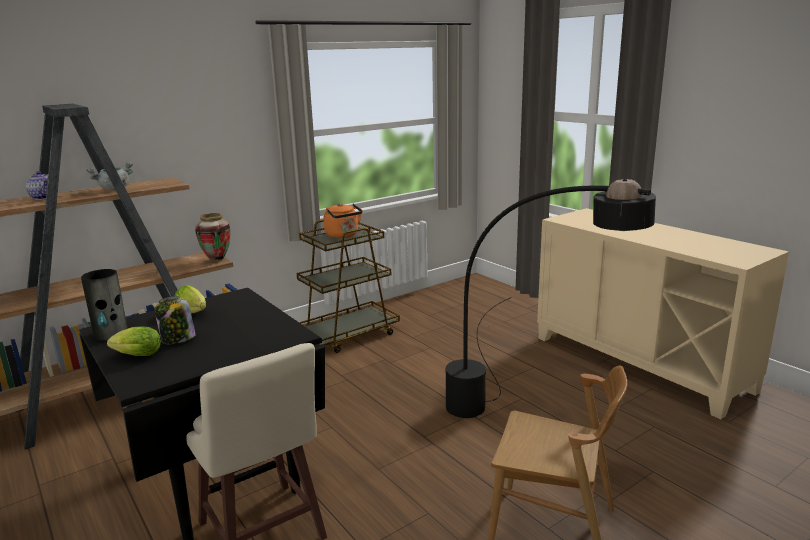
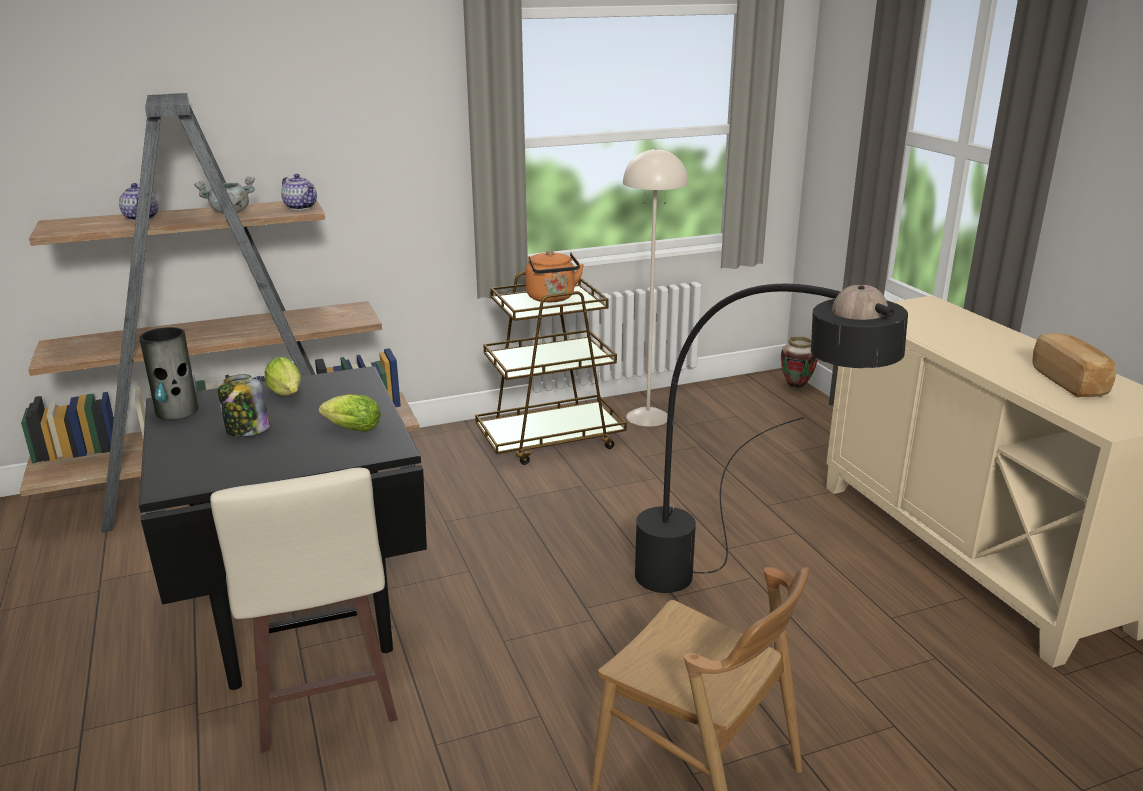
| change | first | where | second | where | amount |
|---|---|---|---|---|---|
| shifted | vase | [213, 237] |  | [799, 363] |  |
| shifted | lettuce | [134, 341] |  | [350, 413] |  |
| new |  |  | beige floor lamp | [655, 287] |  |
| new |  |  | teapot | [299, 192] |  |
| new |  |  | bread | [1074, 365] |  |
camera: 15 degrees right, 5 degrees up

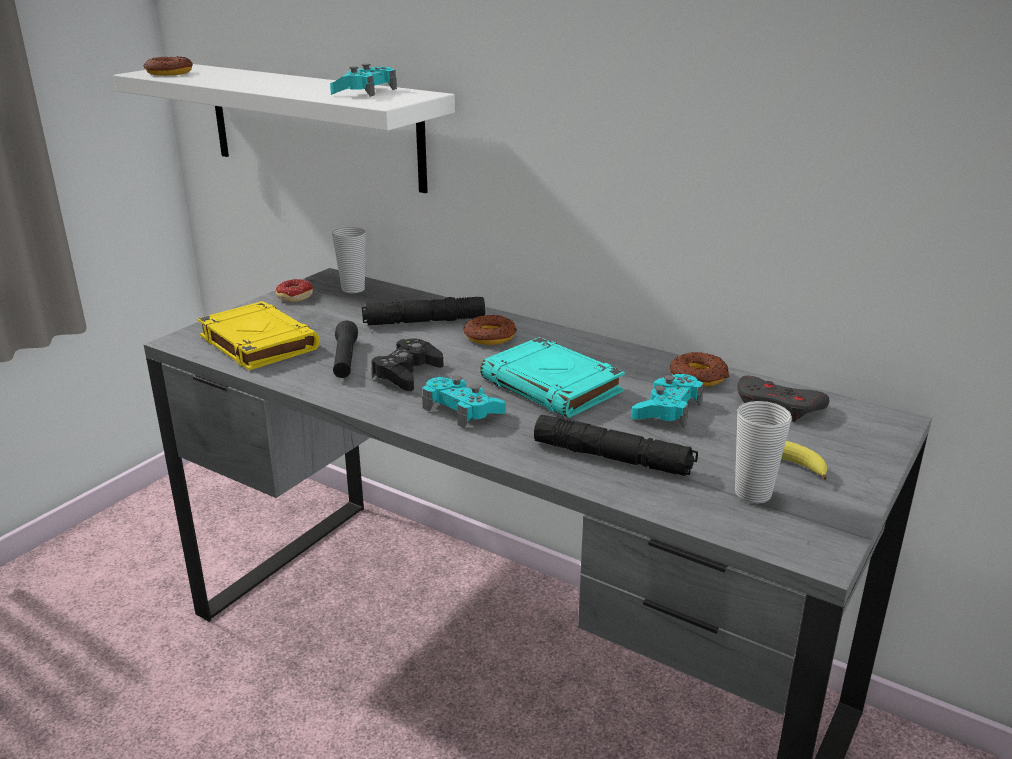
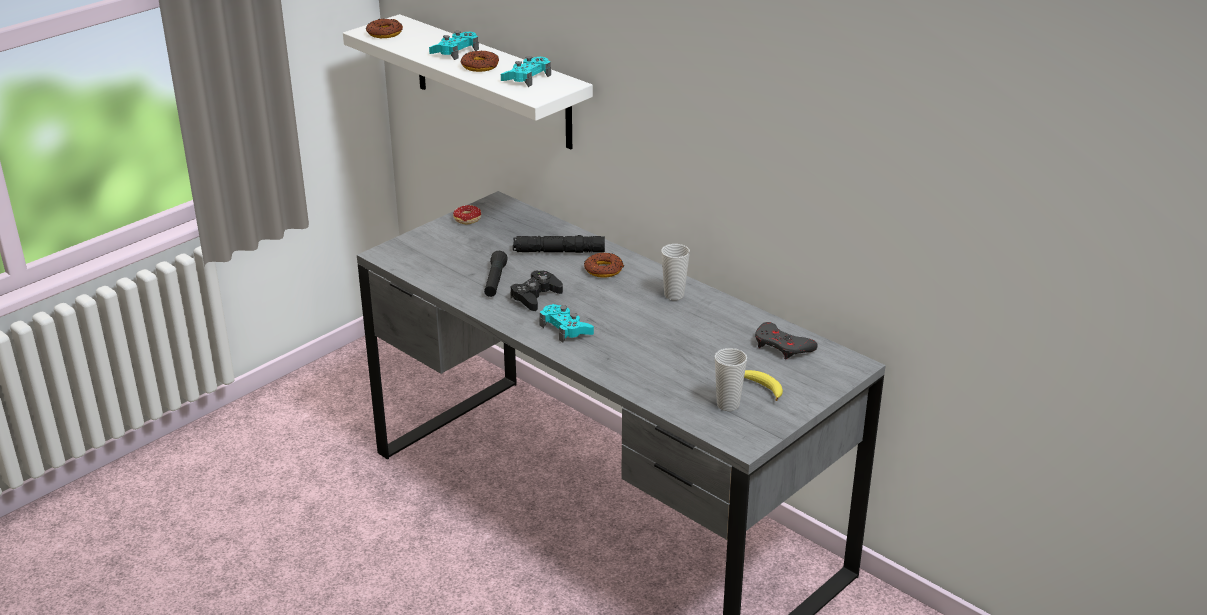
| change | first | where | second | where | amount |
|---|---|---|---|---|---|
| shifted | cup | [349, 260] |  | [675, 272] |  |
| gone | yellow book | [258, 335] |  |  |  |
| gone | turquoise book | [552, 377] |  |  |  |
| shifted | donut | [699, 369] |  | [479, 61] |  |
| shifted | turquoise game controller | [667, 401] |  | [454, 45] |  |
| gone | black flashlight | [616, 445] |  |  |  |
camera: 10 degrees right, 5 degrees up

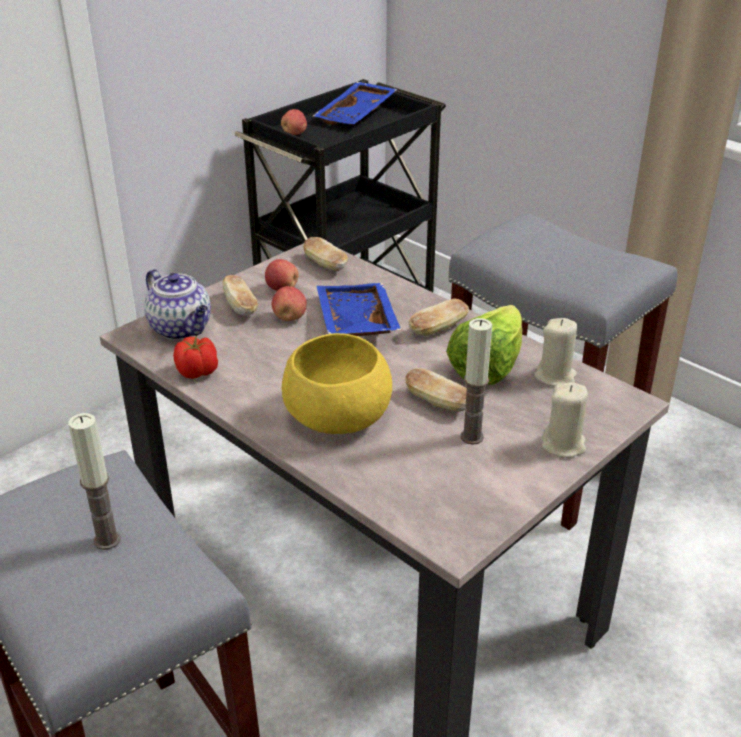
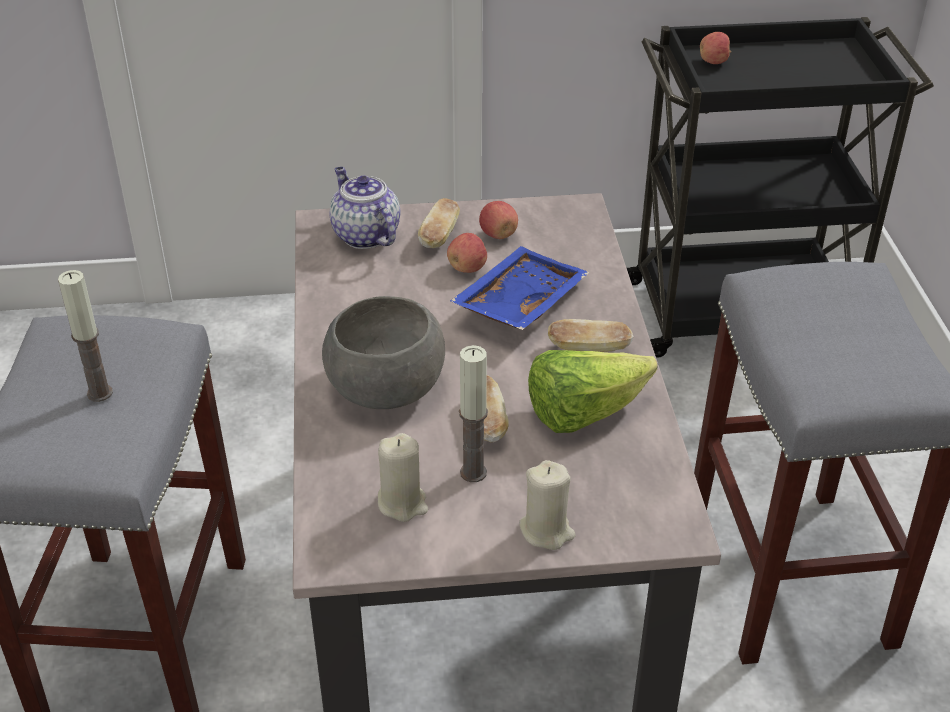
| change | first | where | second | where | amount |
|---|---|---|---|---|---|
| gone | blue tray | [355, 103] |  |  |  |
| gone | bread | [325, 254] |  |  |  |
| rotated | teapot | [177, 304] |  | [365, 208] | 150 degrees clockwise |
| shifted | beige candle | [555, 352] |  | [403, 477] |  |
| repainted | yellow bowl | [337, 383] | grey bowl | [383, 352] |  |
| gone | tomato | [195, 357] |  |  |  |
camera: 40 degrees right, 5 degrees up

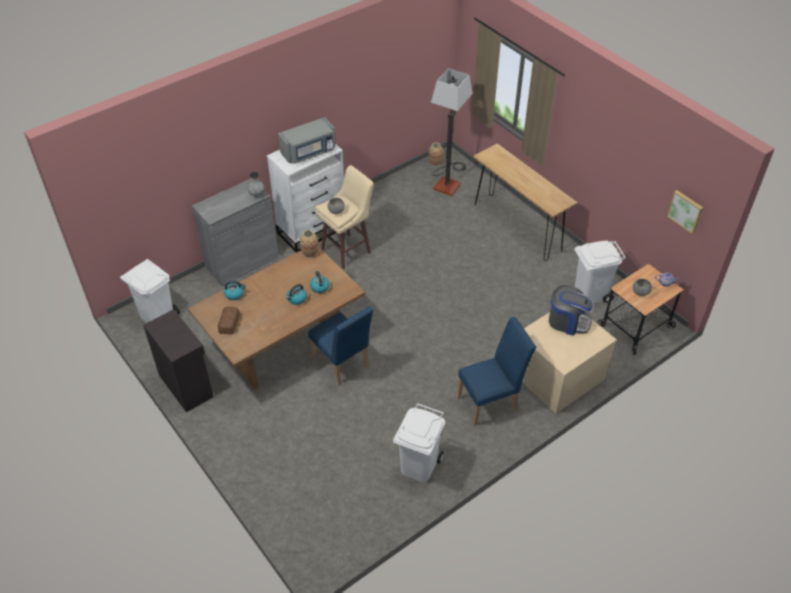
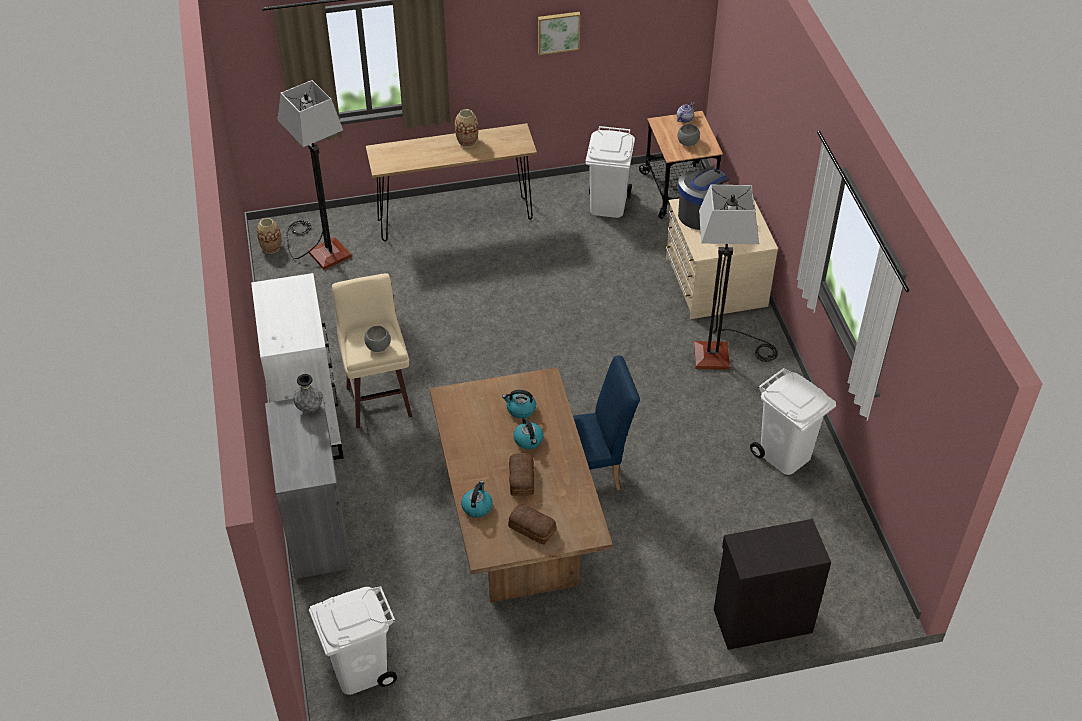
| change | first | where | second | where | amount |
|---|---|---|---|---|---|
| gone | grey microwave | [307, 140] |  |  |  |
| shifted | picture | [685, 212] |  | [559, 33] |  |
| shifted | vase | [309, 244] |  | [467, 128] |  |
| shifted | black cabinet | [178, 360] |  | [772, 584] |  |
| swapped | blue chair | [496, 371] | floor lamp | [736, 277] |  |
| new |  |  | bread | [521, 474] |  |
camera: 65 degrees left, 0 degrees up

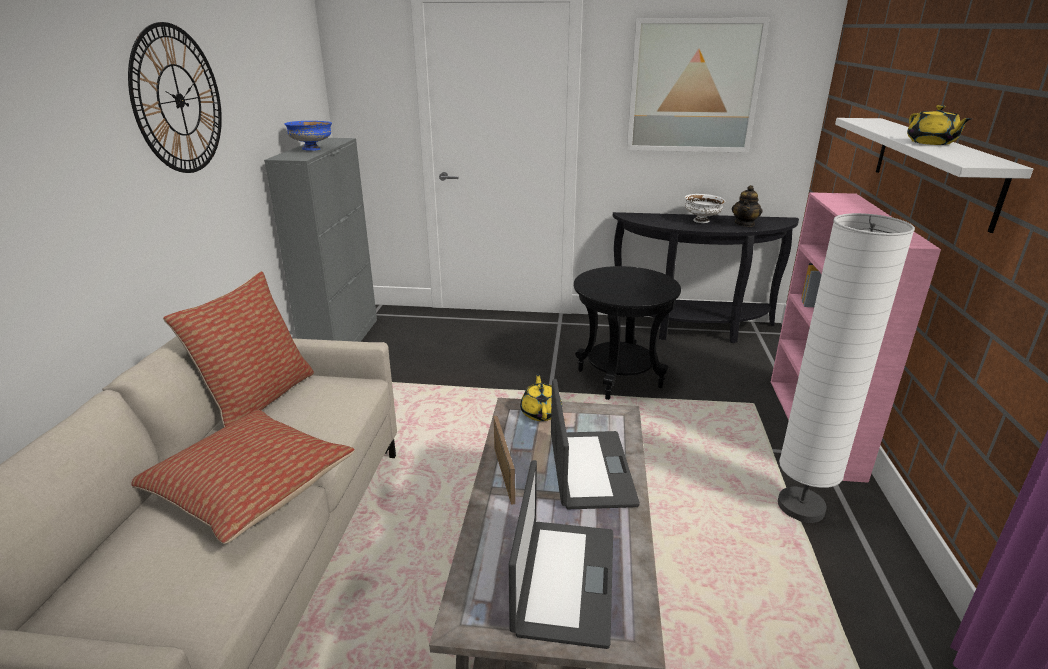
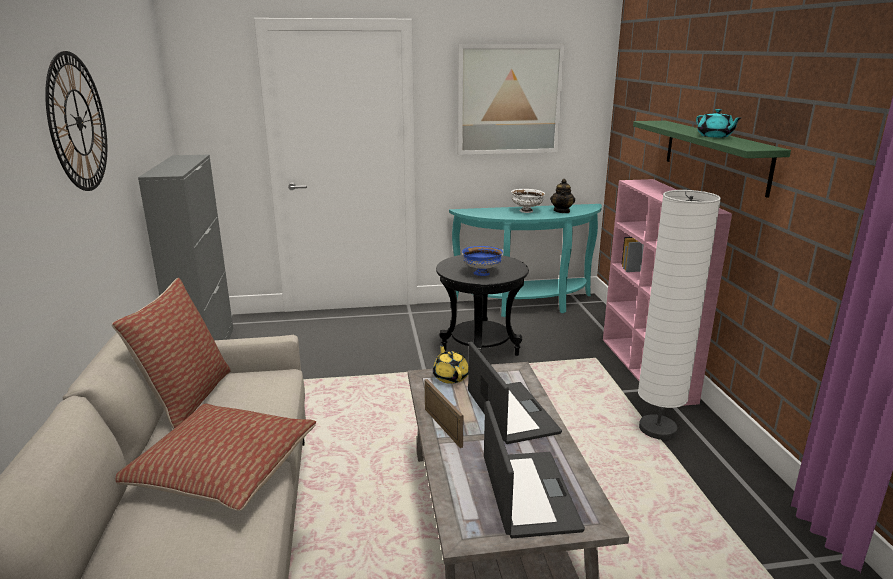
| change | first | where | second | where | amount |
|---|---|---|---|---|---|
| repainted | yellow teapot | [939, 125] | turquoise teapot | [718, 123] |  |
| repainted | white shelf | [934, 175] | green shelf | [712, 159] |  |
| shifted | blue bowl | [308, 136] |  | [482, 261] |  |
| repainted | black console table | [706, 277] | turquoise console table | [525, 260] |  |
camera: 15 degrees left, 5 degrees down

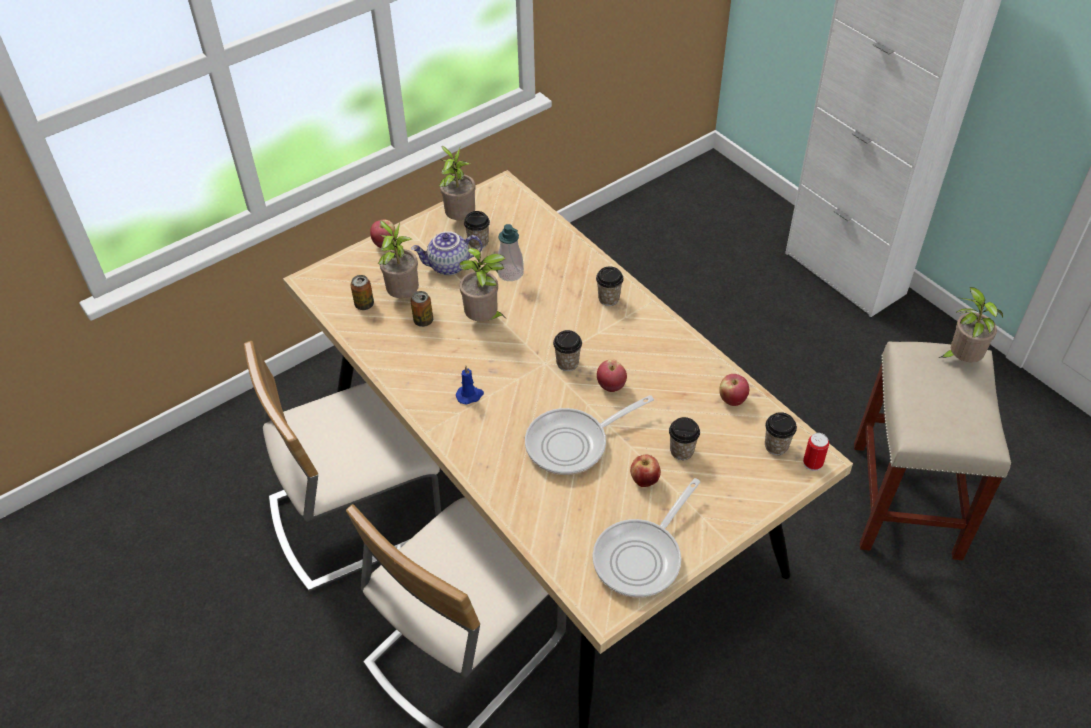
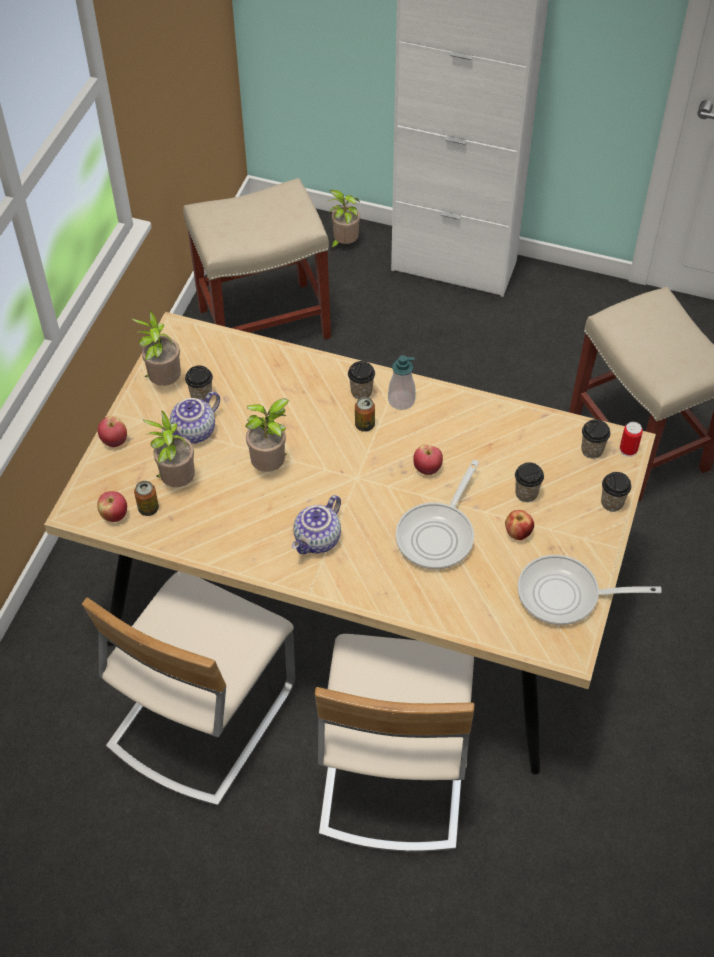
| change | first | where | second | where | amount |
|---|---|---|---|---|---|
| shifted | soap dispenser | [510, 252] |  | [402, 382] |  |
| shifted | potted plant | [971, 325] |  | [344, 219] |  |
| shifted | can | [421, 309] |  | [365, 414] |  |
| shifted | cup | [567, 350] |  | [616, 492] |  |
| swapped | blue candle | [470, 385] | teapot | [316, 524] |  |
| shifted | apple | [734, 390] |  | [112, 506] |  |
| rotated | frying pan | [646, 538] |  | [590, 590] | 90 degrees clockwise |
| new |  |  | beige stool | [257, 259] |  |
camera: 35 degrees left, 5 degrees up

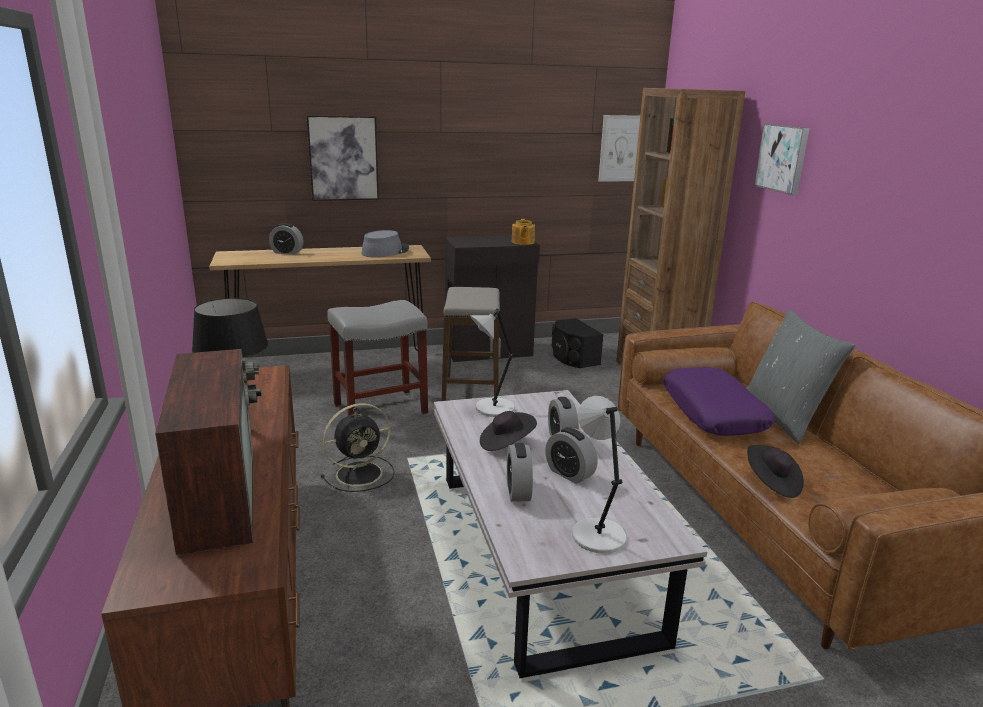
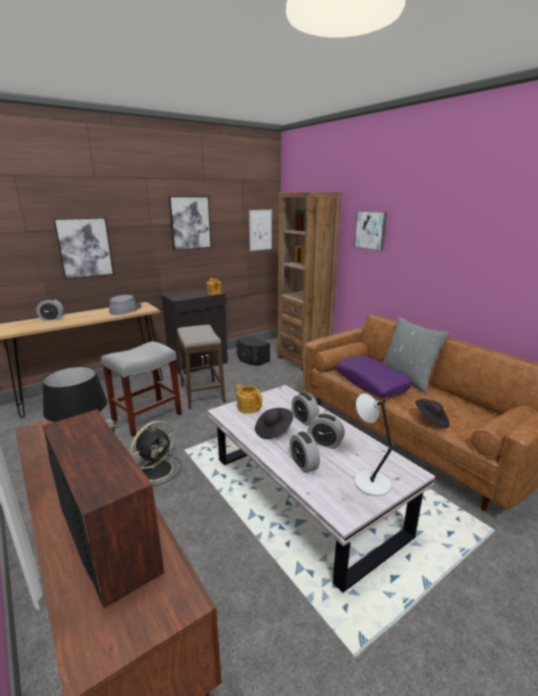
| change | first | where | second | where | amount |
|---|---|---|---|---|---|
| swapped | grey table lamp | [492, 362] | teapot | [248, 399] |  |
| new |  |  | picture | [190, 223] |  |
camera: 20 degrees left, 0 degrees up

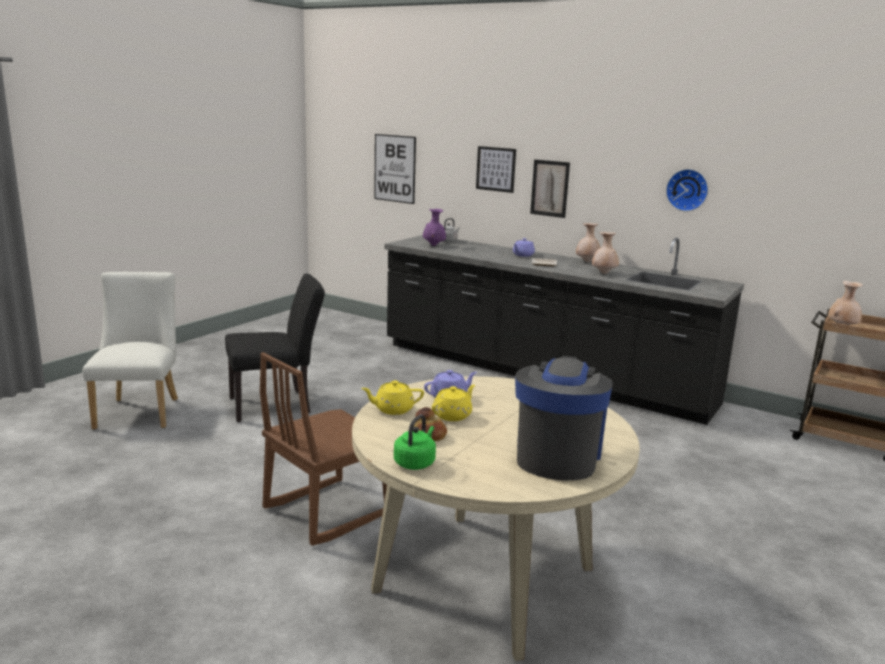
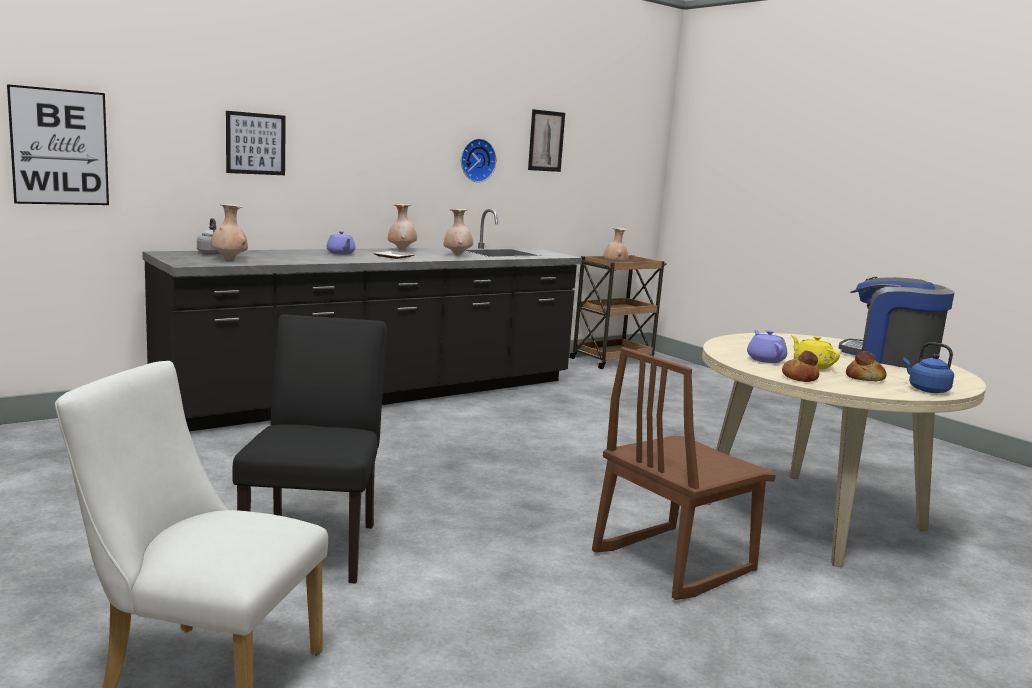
| change | first | where | second | where | amount |
|---|---|---|---|---|---|
| shifted | picture | [550, 189] |  | [546, 140] |  |
| repainted | purple vase | [434, 227] | beige vase | [229, 232] |  |
| rotated | brown chair | [323, 449] |  | [684, 473] | 75 degrees clockwise |
| swapped | yellow teapot | [392, 397] | bread | [800, 366] |  |
| repainted | green kettle | [415, 442] | blue kettle | [928, 367] |  |
camera: 70 degrees left, 5 degrees down

